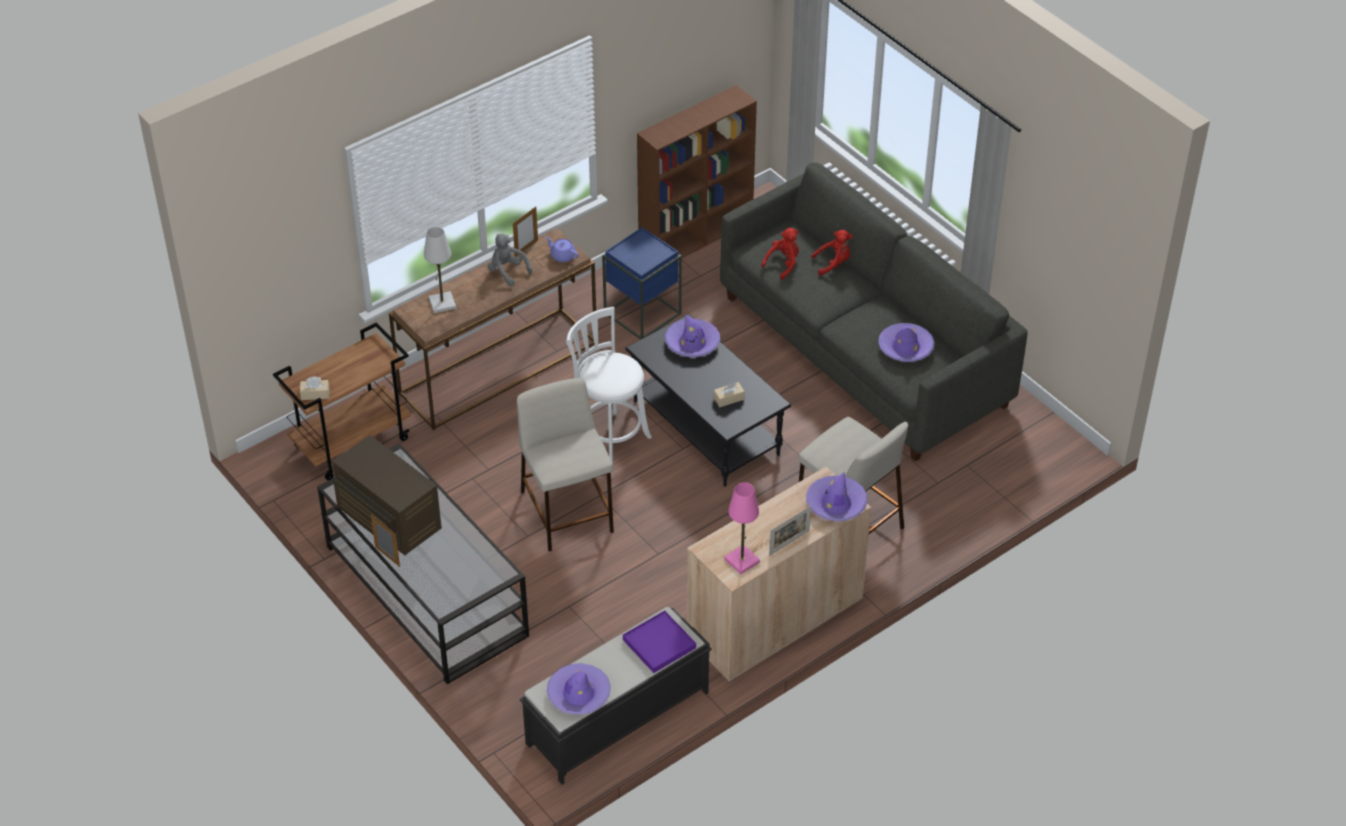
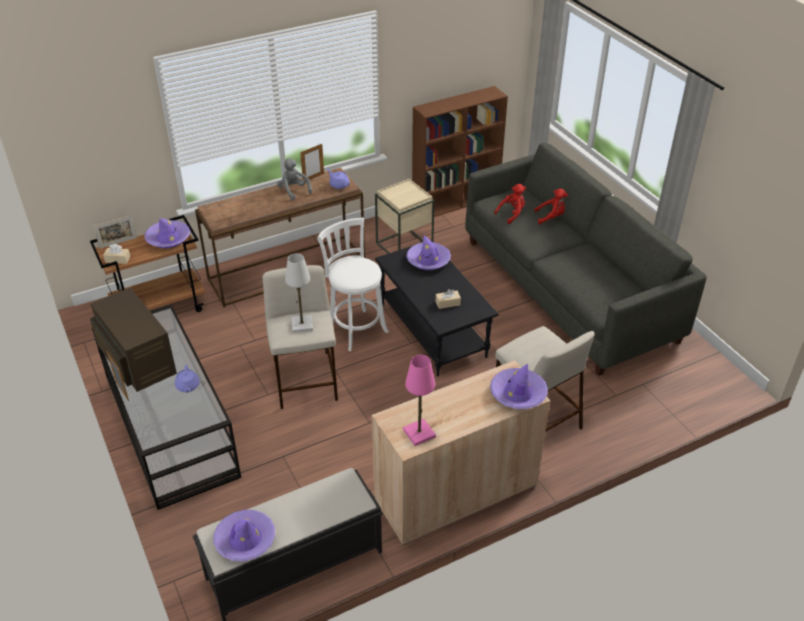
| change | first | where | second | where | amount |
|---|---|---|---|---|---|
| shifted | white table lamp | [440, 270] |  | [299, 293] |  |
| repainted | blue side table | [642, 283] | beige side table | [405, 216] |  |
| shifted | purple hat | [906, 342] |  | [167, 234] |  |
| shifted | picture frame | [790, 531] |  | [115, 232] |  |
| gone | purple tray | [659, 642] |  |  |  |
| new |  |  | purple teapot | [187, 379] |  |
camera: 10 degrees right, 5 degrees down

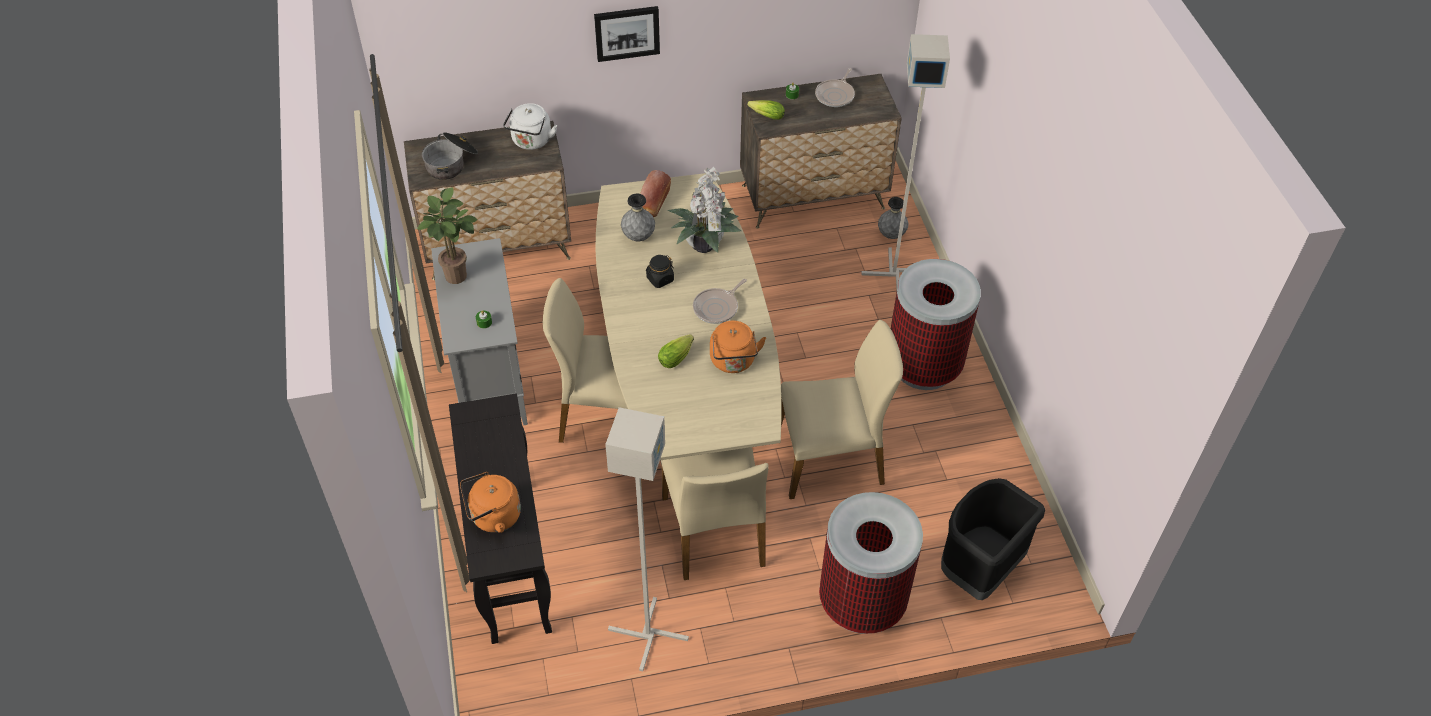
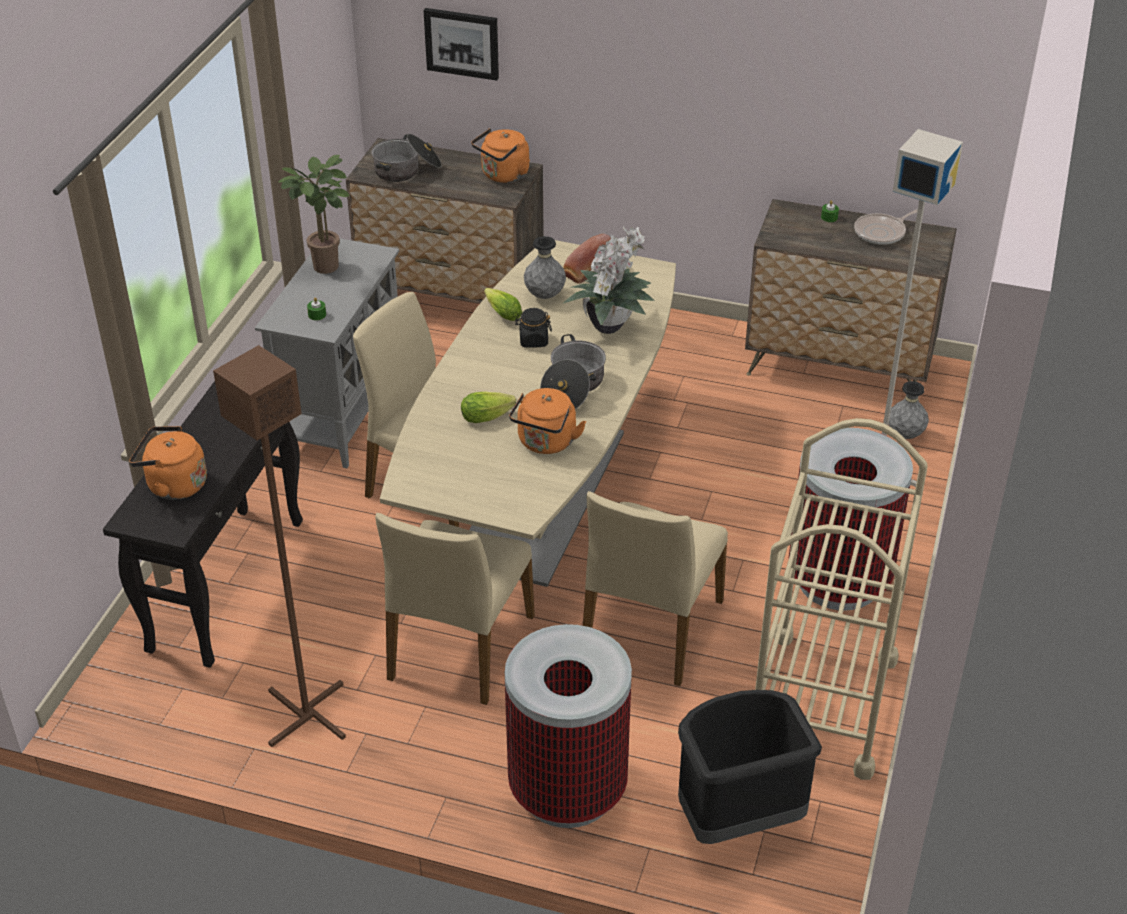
| change | first | where | second | where | amount |
|---|---|---|---|---|---|
| shifted | picture | [627, 34] |  | [461, 44] |  |
| shifted | lettuce | [766, 109] |  | [503, 304] |  |
| repainted | white kettle | [530, 126] | orange kettle | [500, 155] |  |
| swapped | frying pan | [720, 301] | cooking pot | [573, 371] |  |
| rotated | beige chair | [842, 409] |  | [655, 588] | 90 degrees clockwise |
| repainted | grey floor lamp | [647, 539] | brown floor lamp | [279, 546] |  |
| new |  |  | beige cart | [841, 599] |  |
camera: 30 degrees right, 10 degrees down

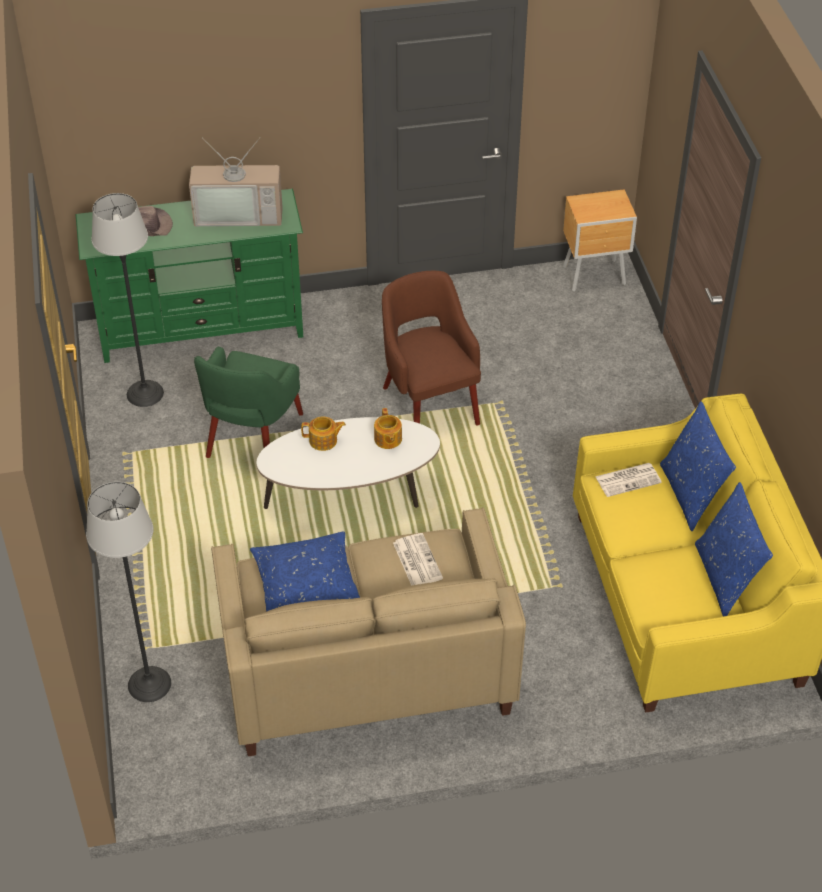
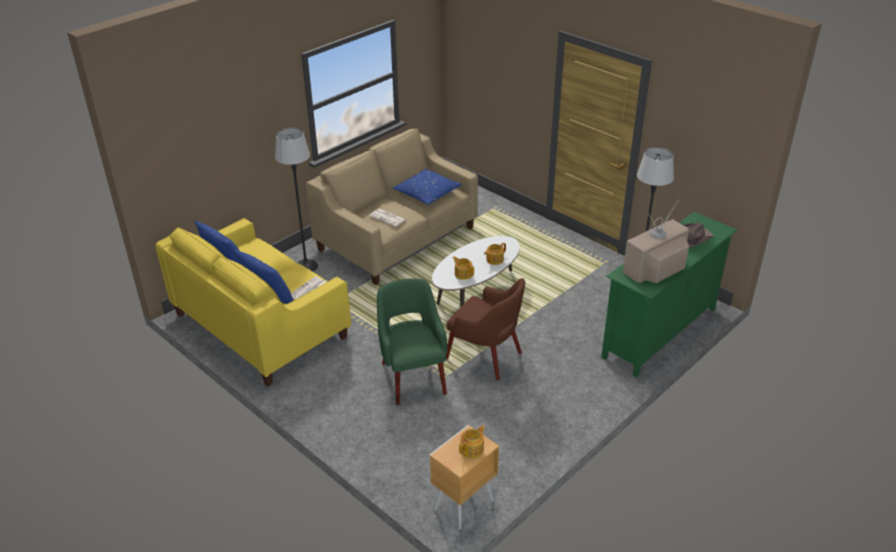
| change | first | where | second | where | amount |
|---|---|---|---|---|---|
| shifted | green armchair | [248, 402] |  | [412, 341] |  |
| shifted | floor lamp | [128, 592] |  | [296, 200] |  |
| new |  |  | teapot | [472, 441] |  |
camera: 145 degrees right, 10 degrees down

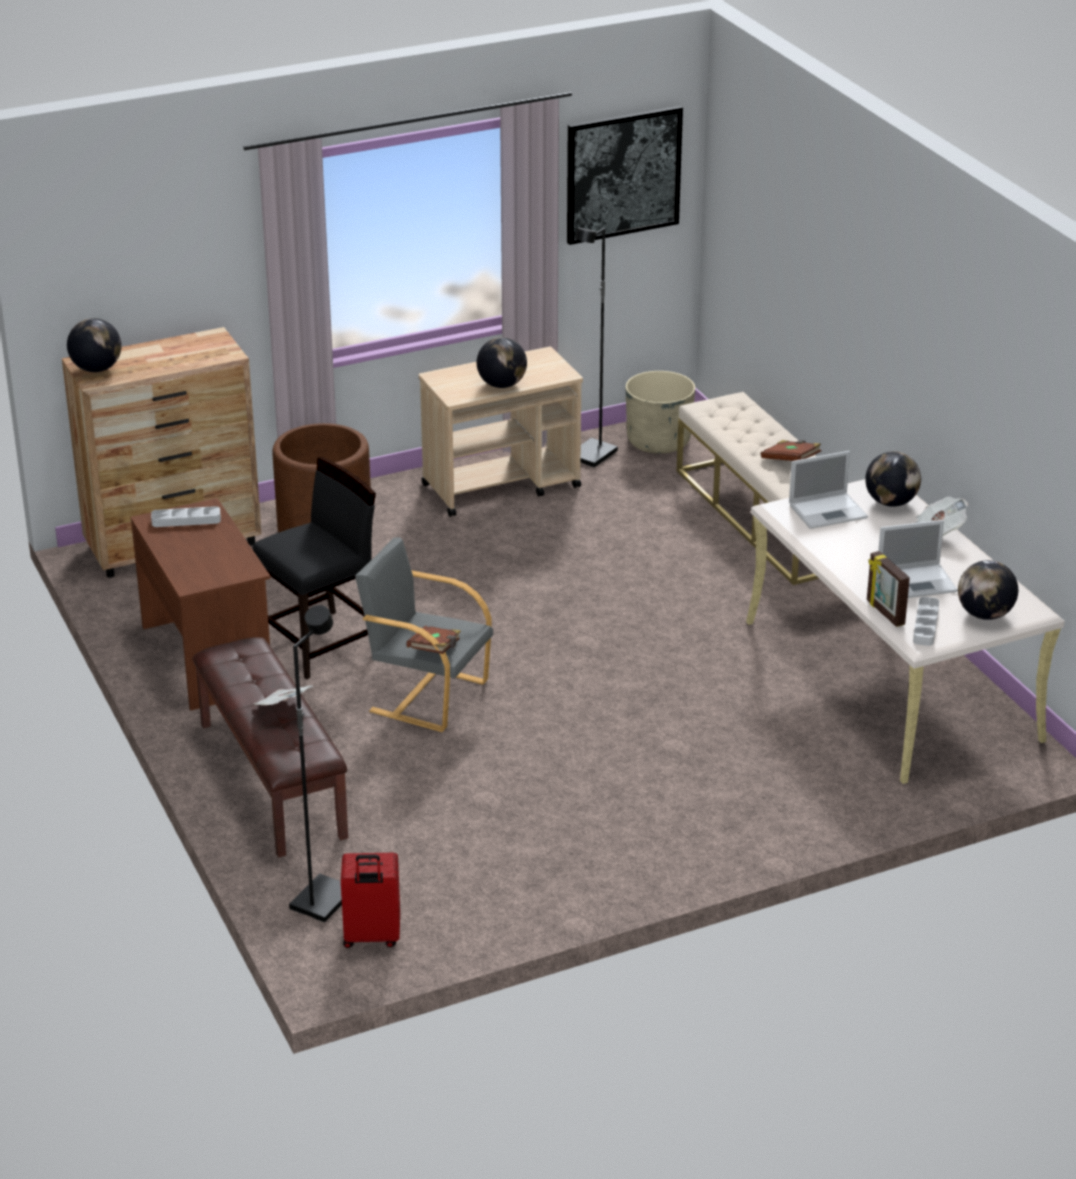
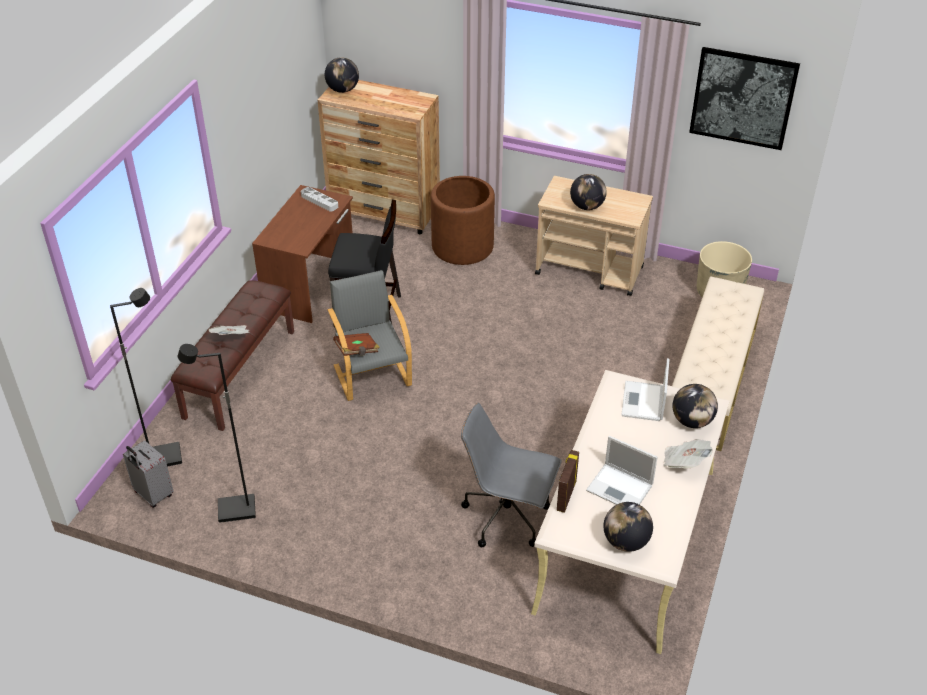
| change | first | where | second | where | amount |
|---|---|---|---|---|---|
| shifted | black floor lamp | [596, 348] |  | [217, 433] |  |
| gone | brown book | [791, 450] |  |  |  |
| rotated | laptop | [828, 490] |  | [645, 389] | 75 degrees clockwise |
| gone | grey tray | [926, 621] |  |  |  |
| repainted | red suitcase | [370, 900] | grey suitcase | [148, 474] |  |
| new |  |  | grey office chair | [511, 475] |  |
camera: 45 degrees right, 10 degrees up

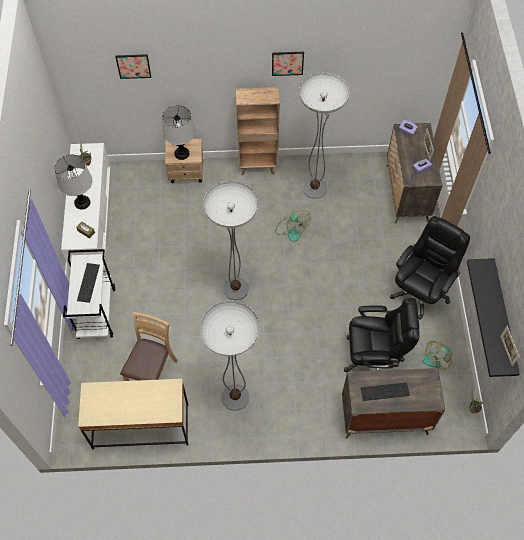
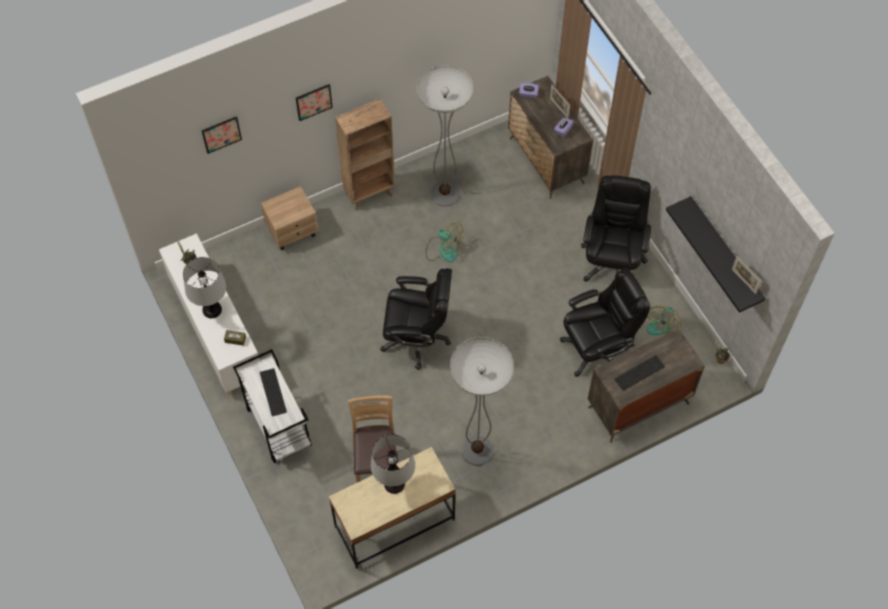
| change | first | where | second | where | amount |
|---|---|---|---|---|---|
| shifted | picture | [288, 64] |  | [314, 102] |  |
| shifted | table lamp | [178, 132] |  | [393, 464] |  |
| swapped | floor lamp | [230, 240] | black office chair | [416, 319] |  |
camera: 25 degrees left, 0 degrees up

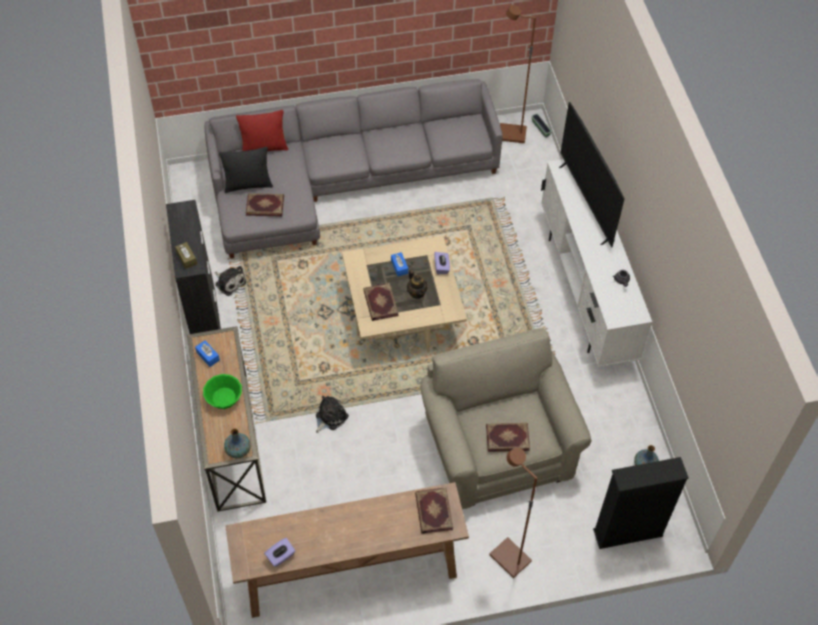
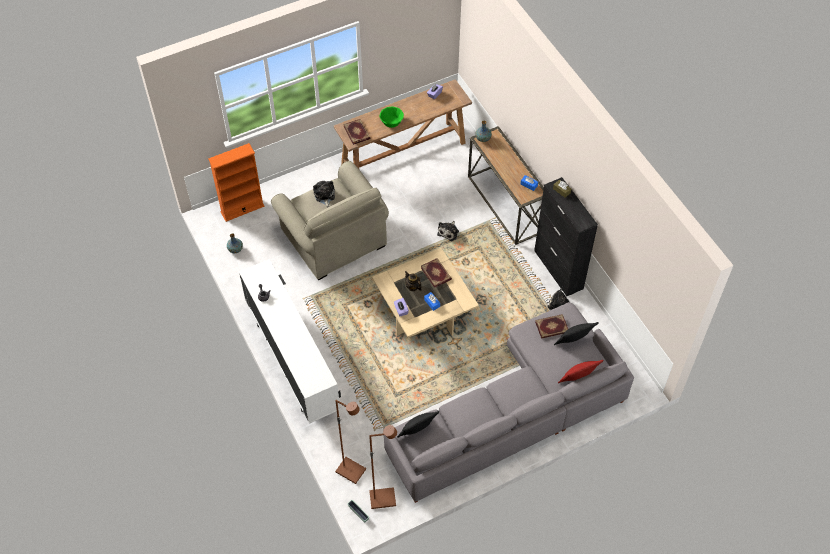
| change | first | where | second | where | amount |
|---|---|---|---|---|---|
| gone | television | [592, 174] |  |  |  |
| shifted | green bowl | [222, 391] |  | [392, 117] |  |
| swapped | book | [508, 437] | plush toy | [324, 194] |  |
| shifted | brown floor lamp | [513, 513] |  | [350, 442] |  |
| repainted | black bookcase | [641, 503] | orange bookcase | [236, 182] |  |
| new |  |  | black pillow | [418, 424] |  |
camera: 165 degrees right, 0 degrees up

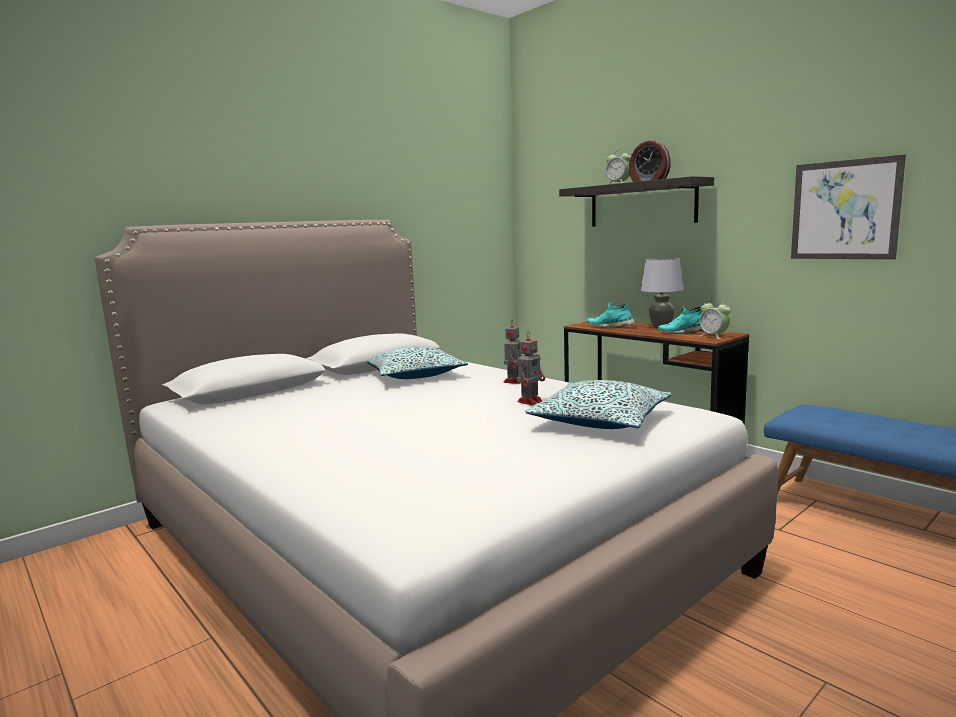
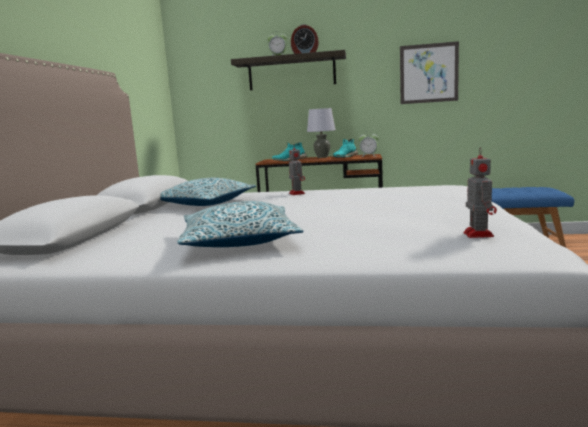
| change | first | where | second | where | amount |
|---|---|---|---|---|---|
| shifted | toy robot | [531, 368] |  | [480, 192] |  |
| shifted | pillow | [598, 404] |  | [240, 224] |  |
camera: 40 degrees left, 0 degrees up

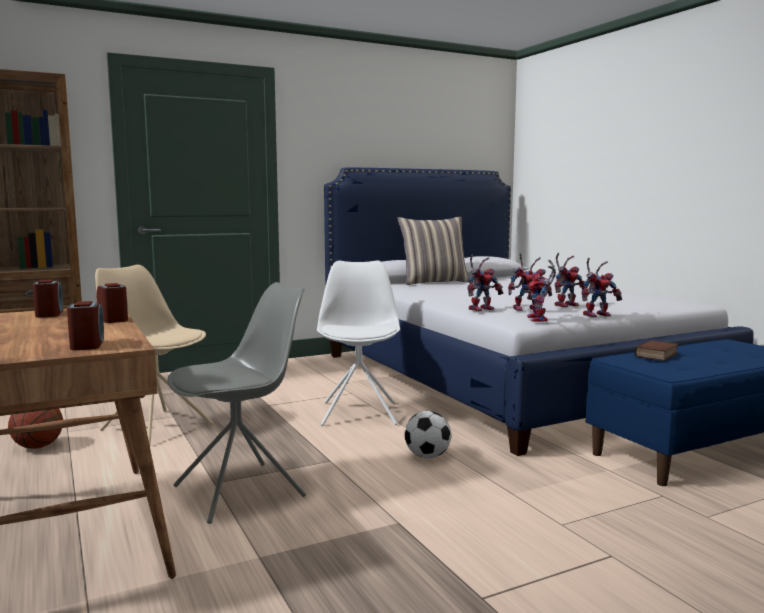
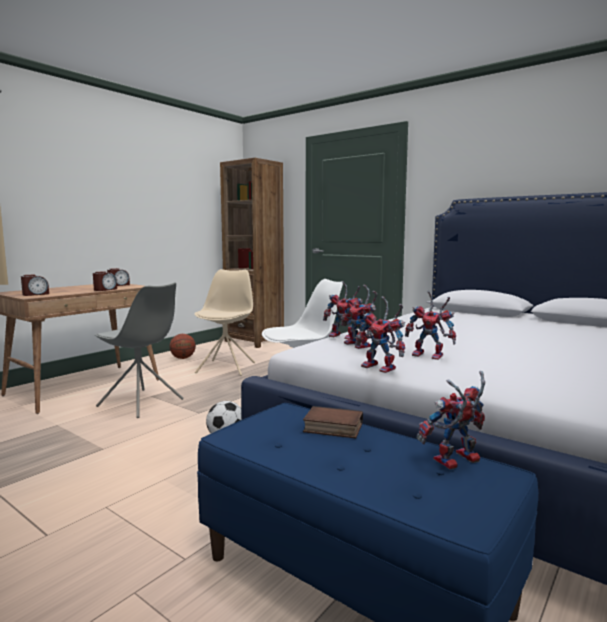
| change | first | where | second | where | amount |
|---|---|---|---|---|---|
| gone | pillow | [433, 251] |  |  |  |
| shifted | toy robot | [540, 291] |  | [450, 420] |  |
camera: 65 degrees right, 0 degrees up

